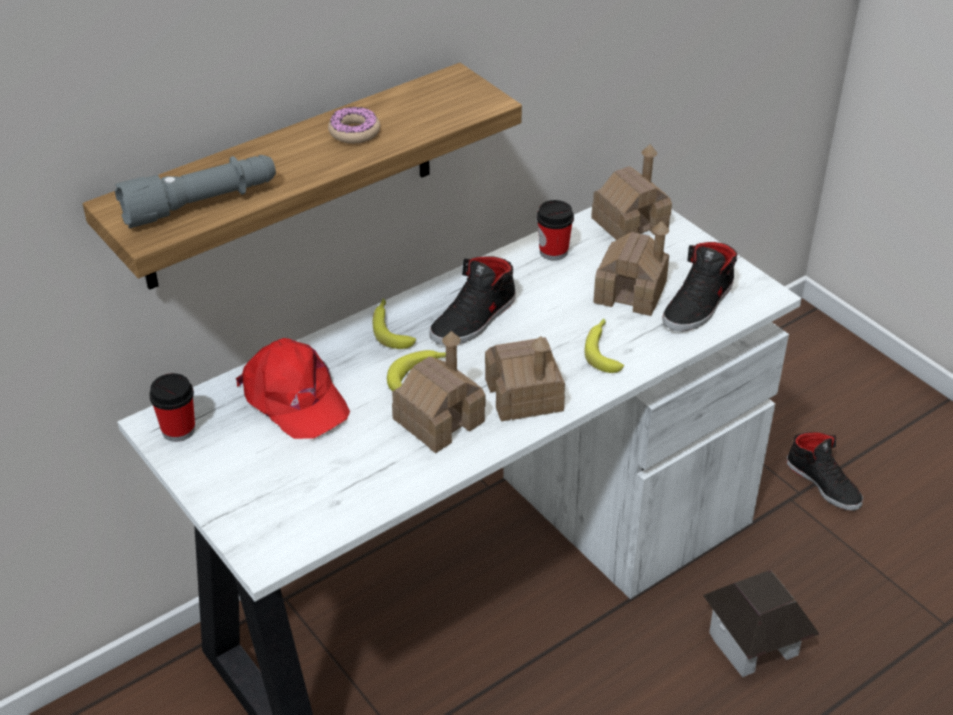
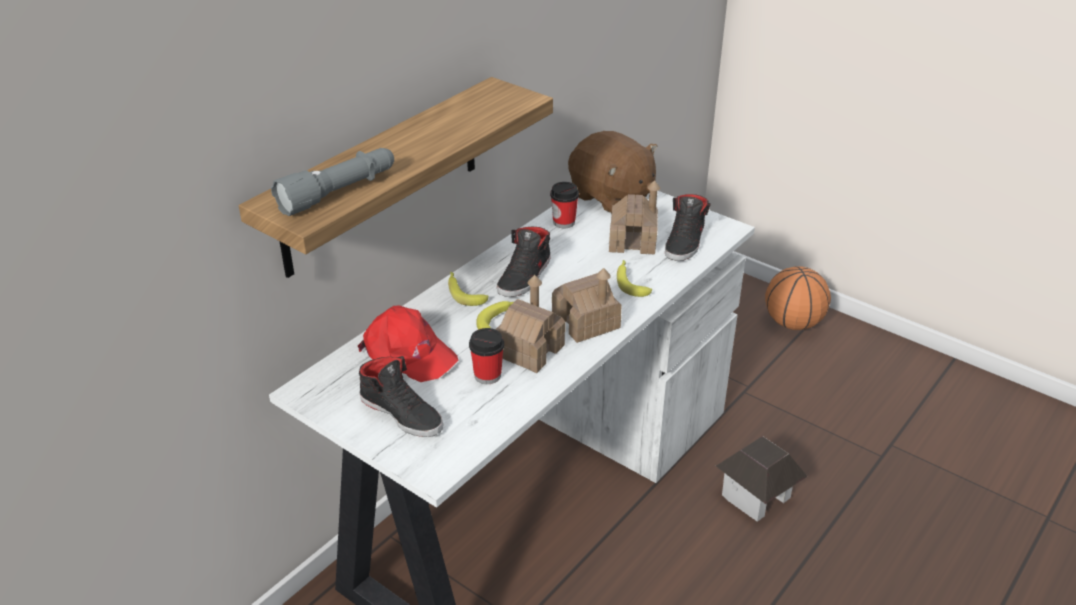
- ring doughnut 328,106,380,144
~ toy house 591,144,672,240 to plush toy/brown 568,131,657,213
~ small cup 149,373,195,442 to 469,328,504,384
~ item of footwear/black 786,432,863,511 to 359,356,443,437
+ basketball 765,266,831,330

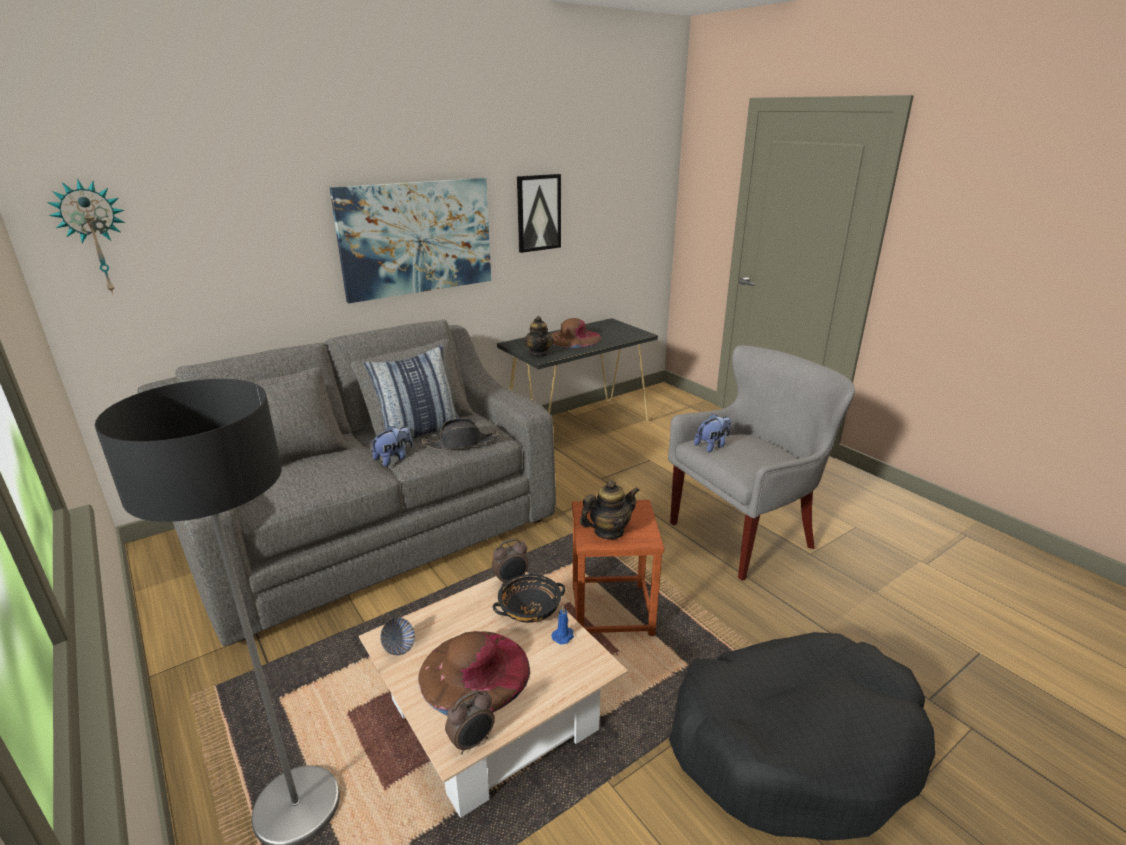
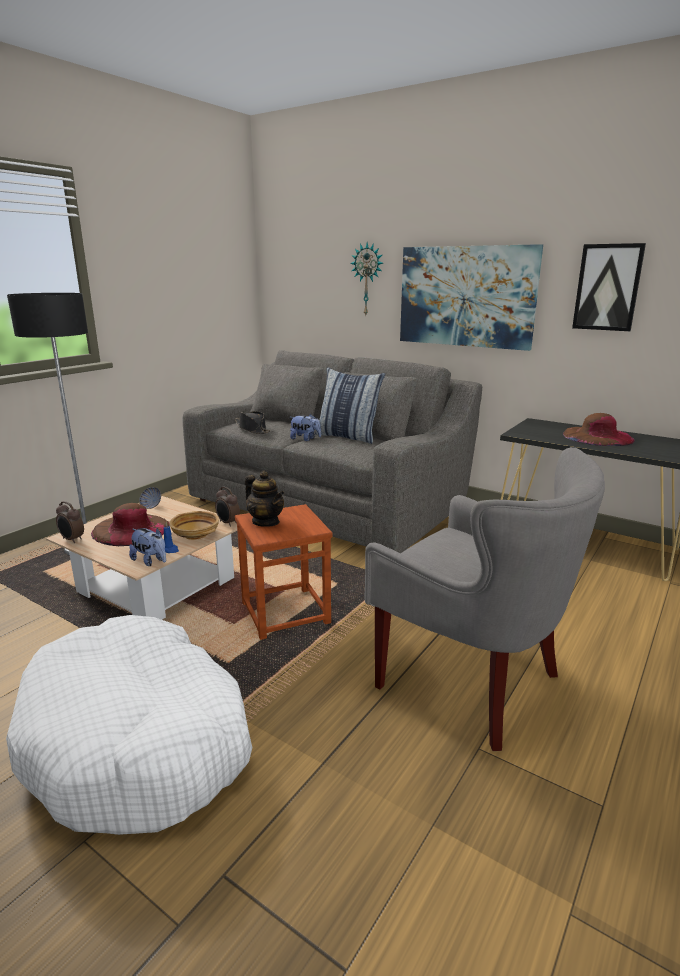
~ clock on the wall 47,179,126,295 to 351,243,383,315
- pot for tea 524,316,554,357
~ plush toy 694,414,731,453 to 129,528,166,566
~ clothing hat/black 422,418,499,450 to 235,411,270,434
~ bowl/black 493,574,565,623 to bowl/beige-coloured 169,511,219,540
~ dog bed/black 669,632,936,841 to dog bed/white-coloured 6,615,252,835

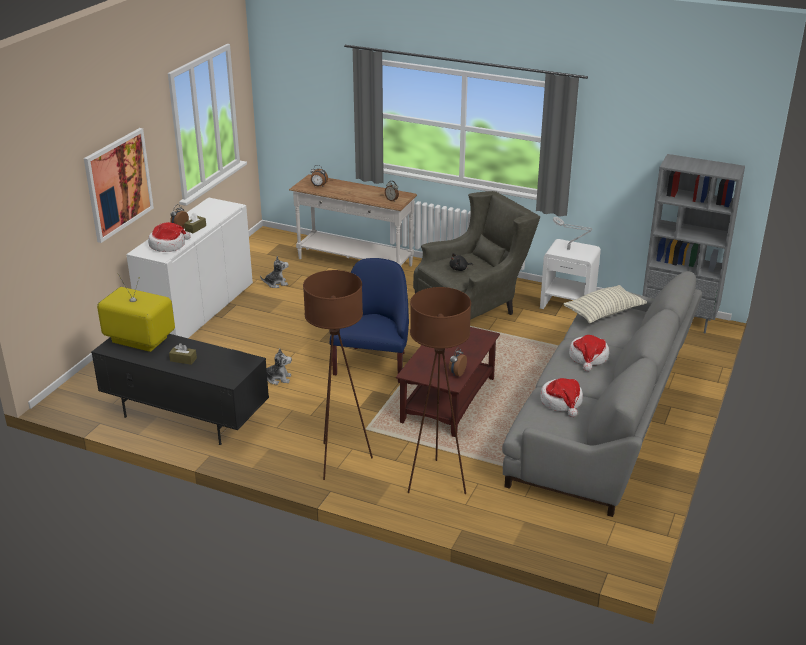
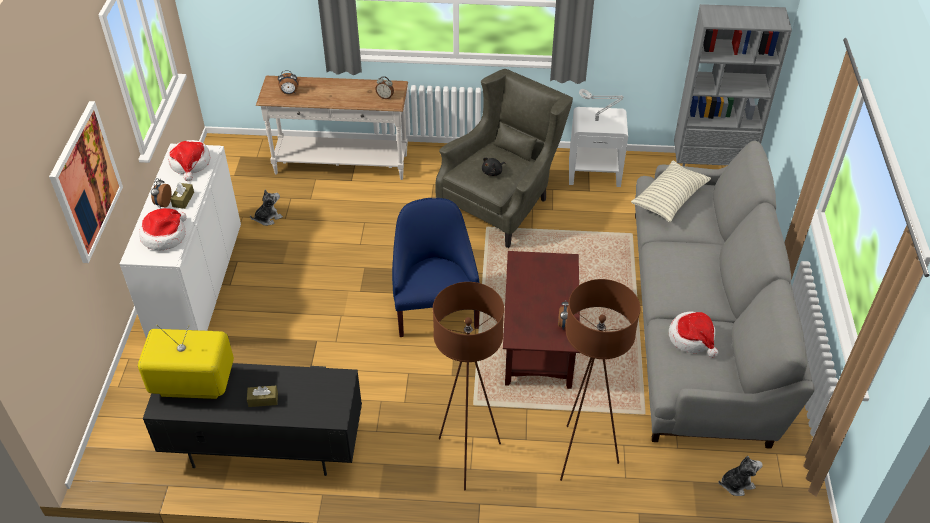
~ clothing hat 569,335,609,371 to 168,140,210,181
~ plush toy 266,349,292,385 to 718,456,763,496

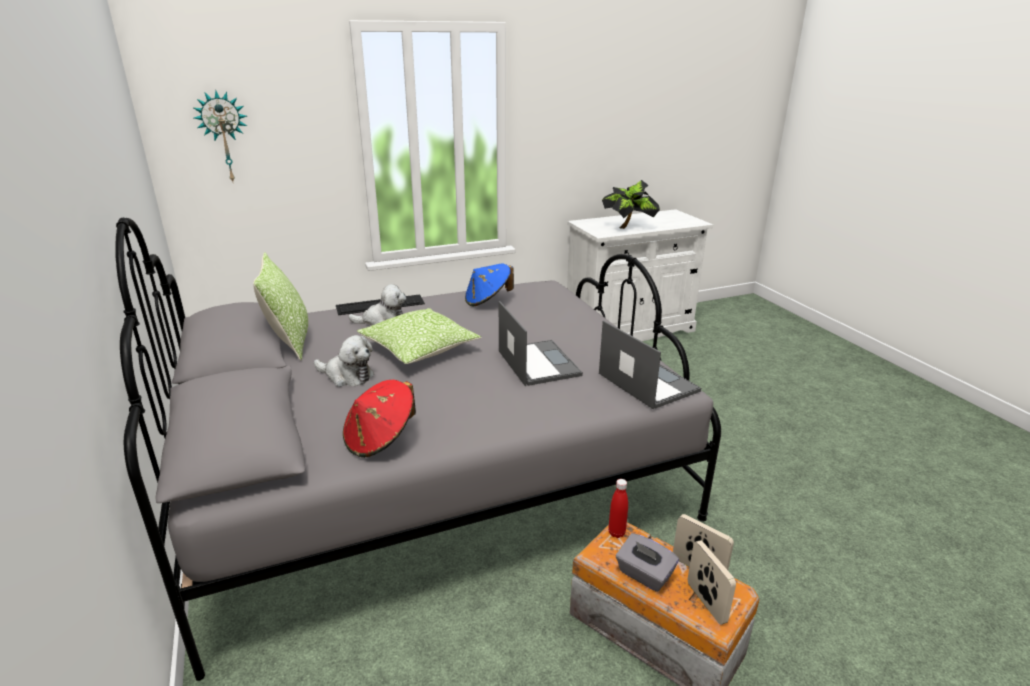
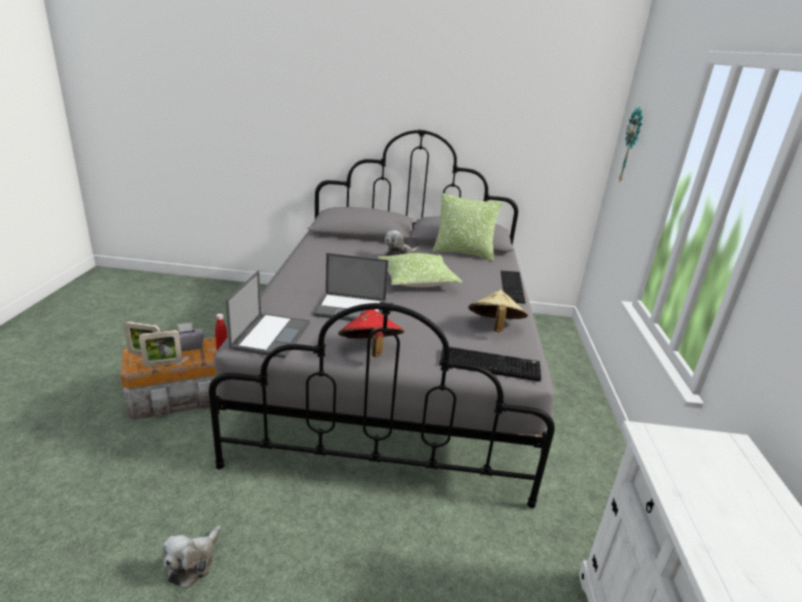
- plant in a pot 602,180,660,229
~ clothing hat/blue-coloured 465,264,514,307 to clothing hat/beige-coloured 468,289,528,332
~ plush toy 348,284,406,325 to 161,526,221,589
~ notebook computer 599,320,701,409 = 226,270,310,358 75 degrees counterclockwise
~ clothing hat/red-coloured 343,380,416,458 to 338,309,404,357
+ keyboard 439,347,541,382

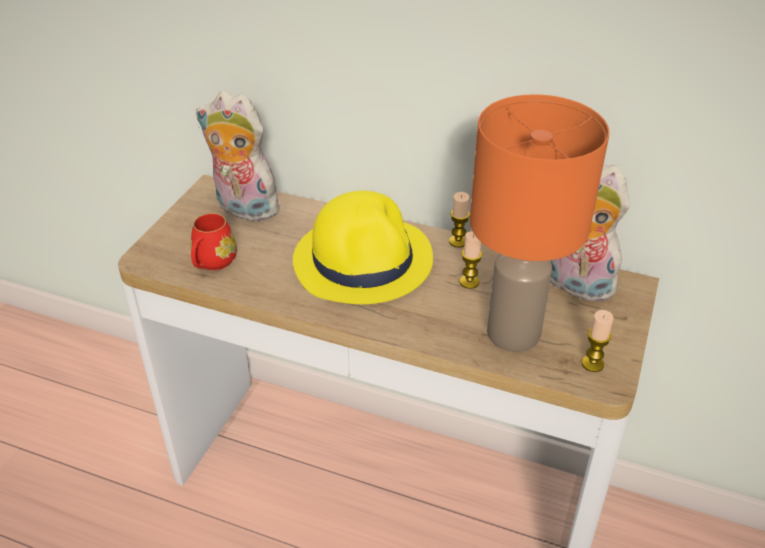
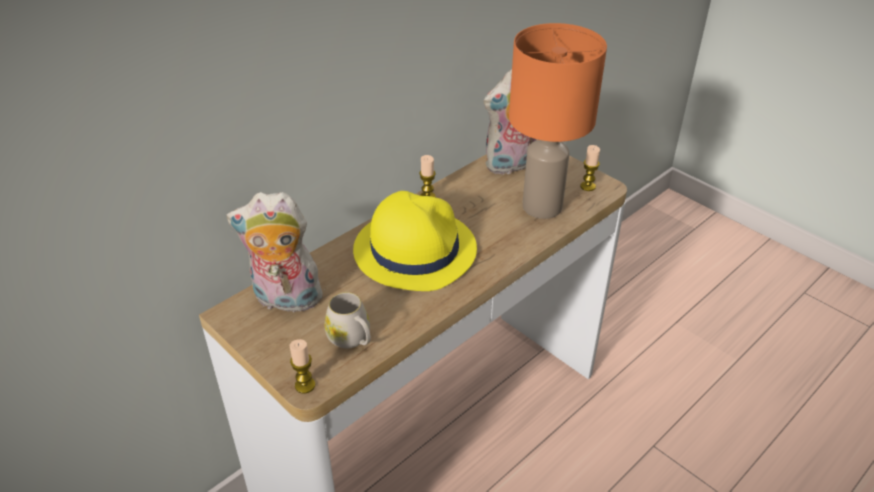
~ plush toy 196,91,282,221 = 227,192,325,314 45 degrees clockwise
~ coffee mug/red-coloured 191,213,237,270 to coffee mug/white-coloured 325,292,371,349
~ wax light 459,231,482,289 to 290,339,315,394

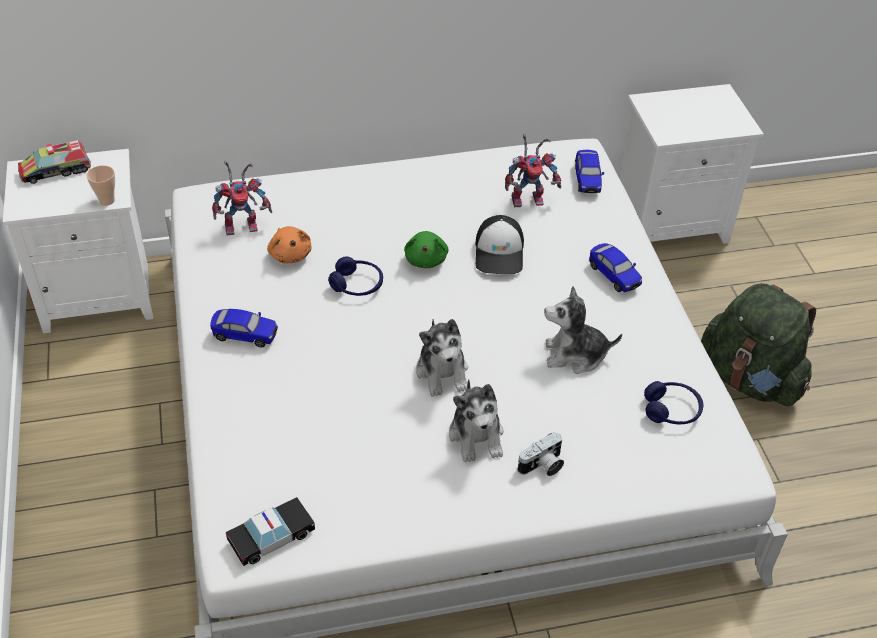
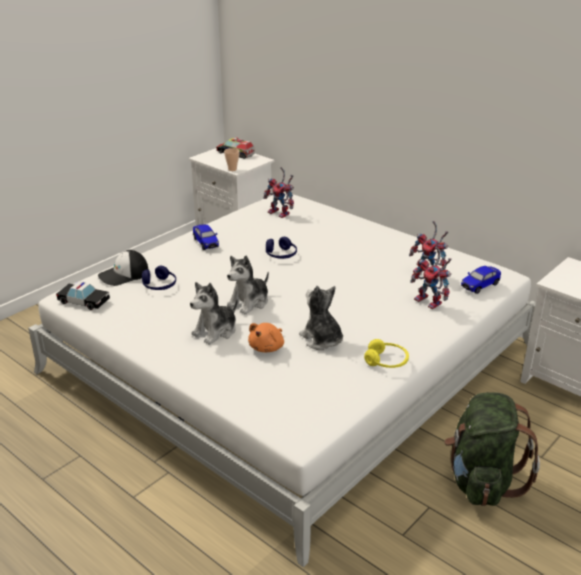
~ baseball cap 475,215,524,274 to 98,250,149,286
~ plush toy/orangey 267,226,311,263 to 248,323,284,352
- plush toy/green 404,231,448,268
- miniature car 589,243,642,292
~ headphones/blue-coloured 644,381,703,424 to 142,266,176,290
- still camera 517,432,564,476
+ toy robot 410,246,452,309
+ headphones/yellow 364,339,409,368

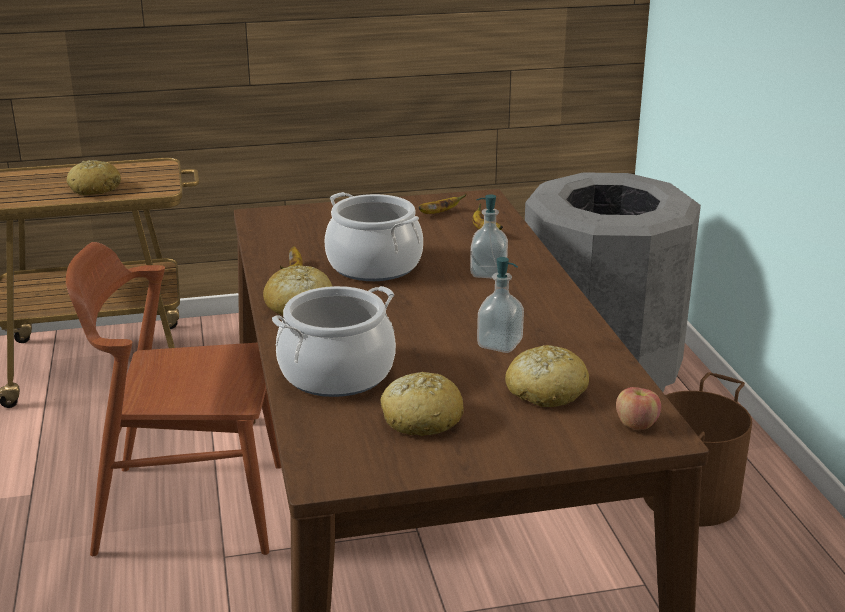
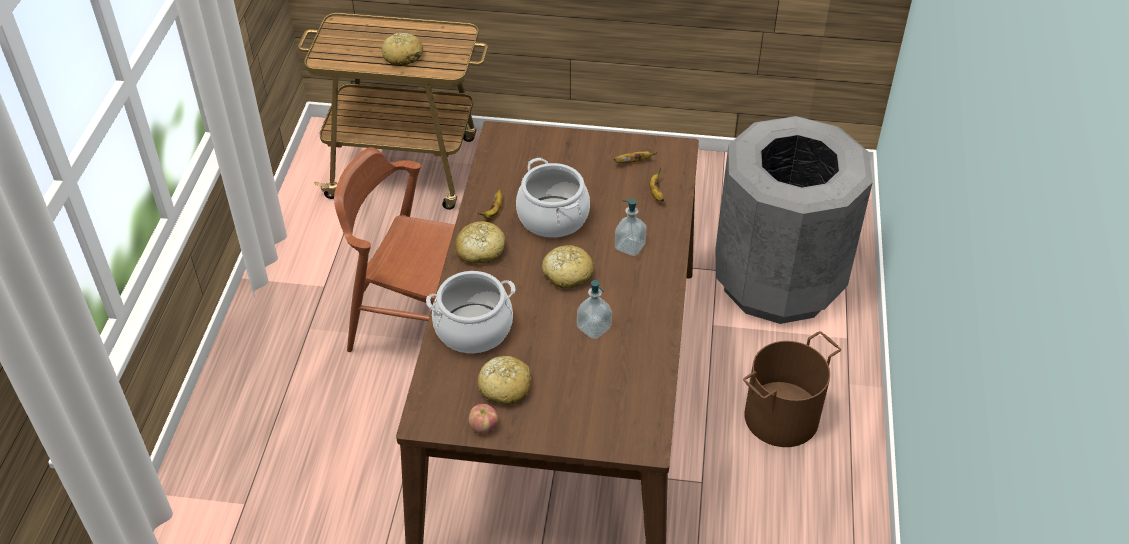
~ baked bread 505,345,589,407 to 542,245,594,289
~ apple fruit 616,387,661,430 to 469,404,498,434

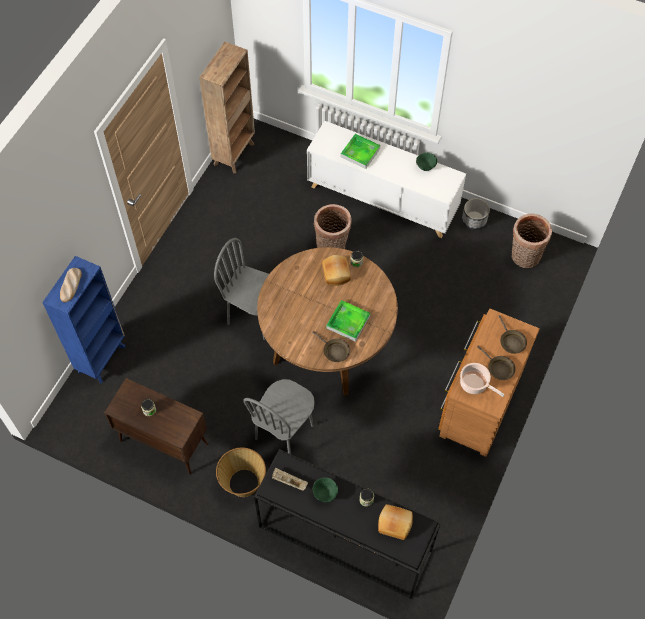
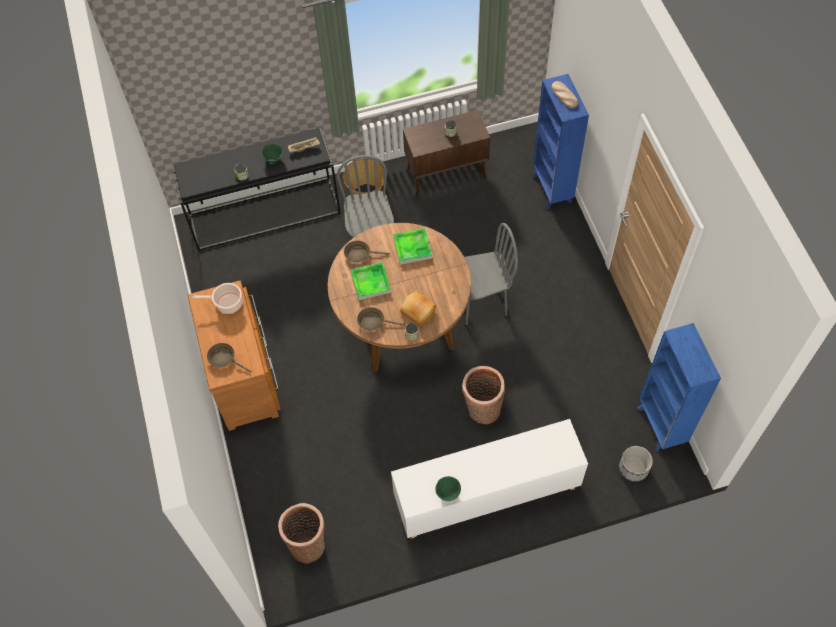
~ bookcase/brown 199,41,255,174 to bookcase/blue-coloured 637,323,721,452
~ carrying tray 340,134,380,169 to 393,228,432,265
~ flower pot 462,198,490,230 to 619,446,653,482
~ frying pan/brown 477,345,516,380 to 357,307,405,331
- baked bread 378,504,413,540

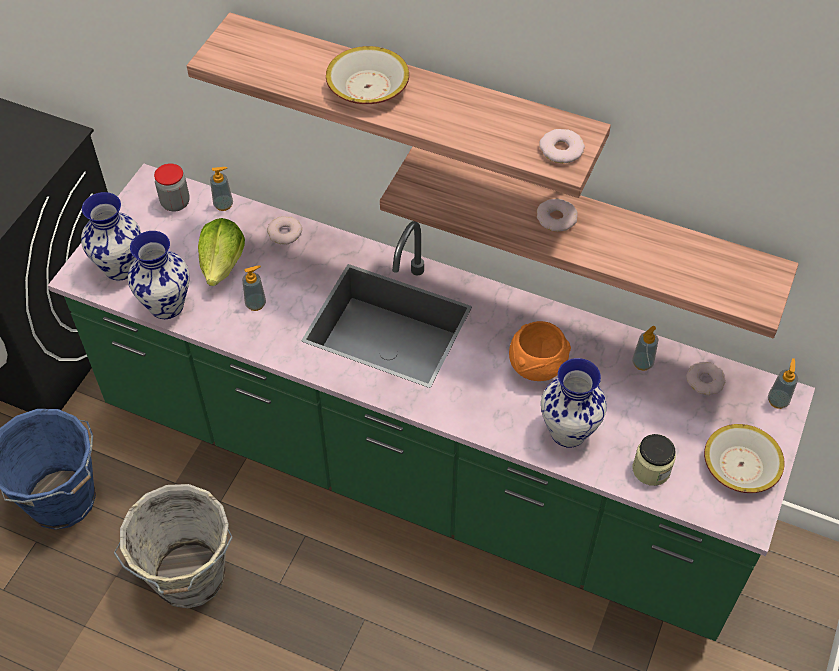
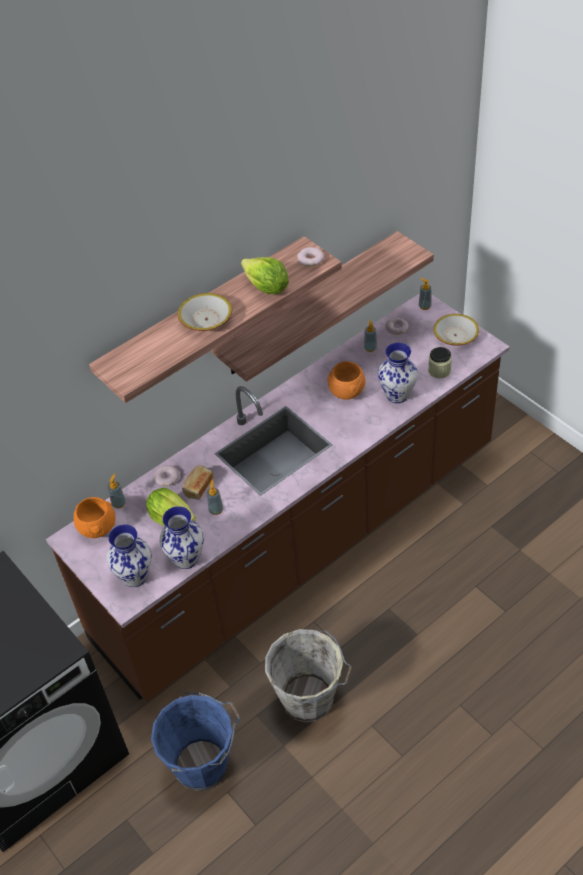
~ jar 154,163,190,212 to bowl/orangey 74,497,115,538
~ kitchen counter/green 48,164,815,641 to kitchen counter/brown 46,293,510,702
- ring doughnut 537,199,578,232
+ lettuce 241,257,289,294
+ baked bread 182,465,214,500

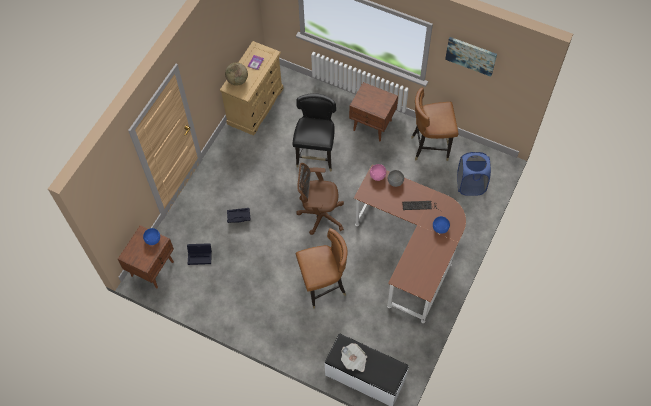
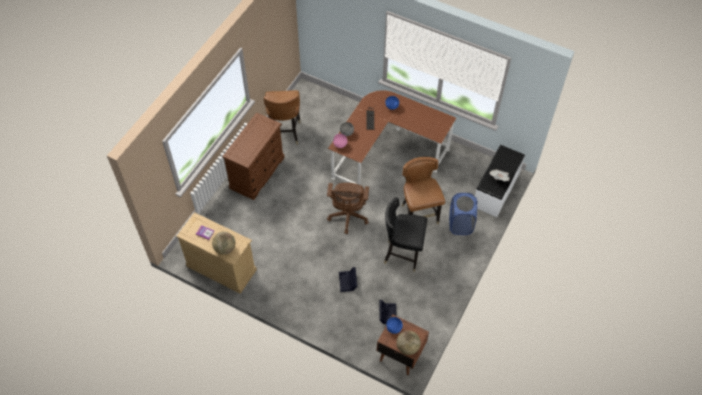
- wall art 445,37,497,77
~ nightstand/brown 349,82,398,141 to drawer chest/brown 222,112,285,200
~ upright chair/black 293,93,336,171 to 384,197,427,272
~ hamper/blue-coloured 457,152,491,196 to 449,193,478,235
+ desk globe 396,331,421,355

